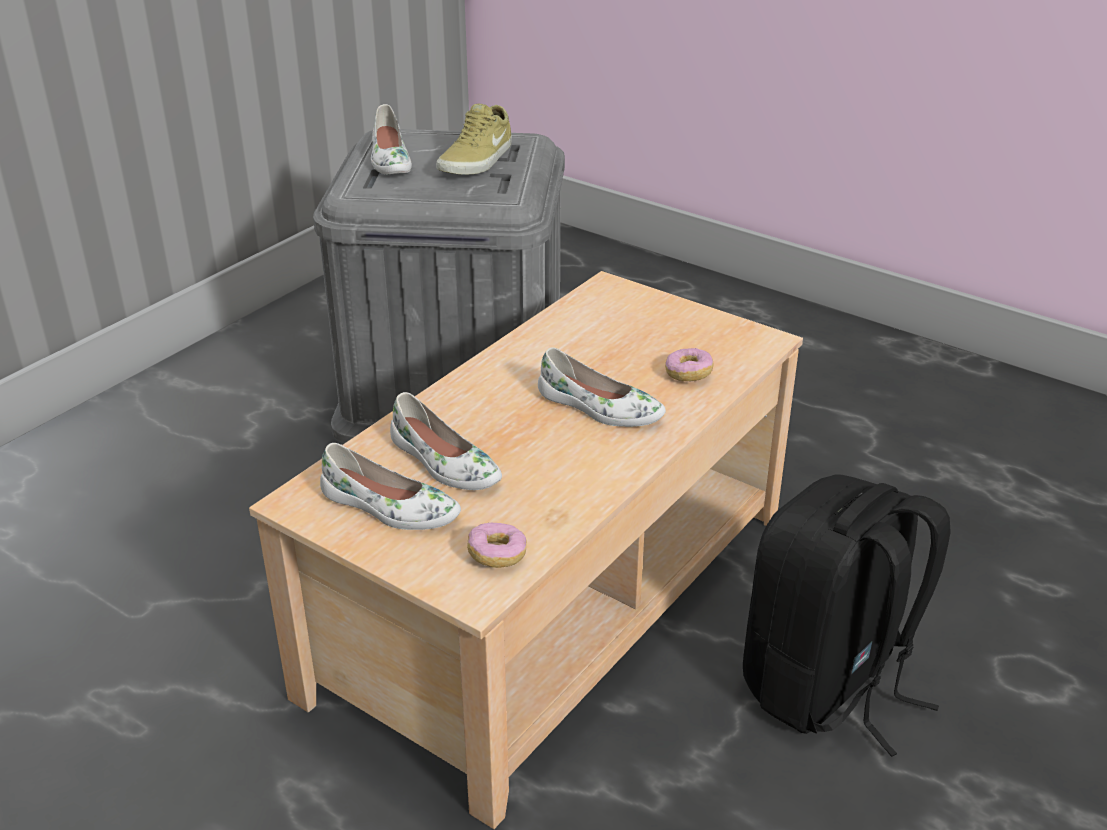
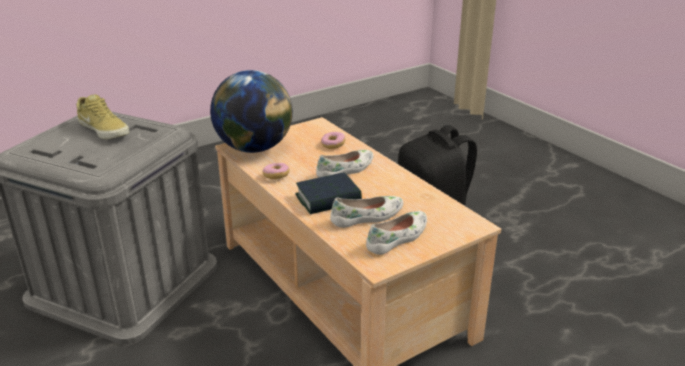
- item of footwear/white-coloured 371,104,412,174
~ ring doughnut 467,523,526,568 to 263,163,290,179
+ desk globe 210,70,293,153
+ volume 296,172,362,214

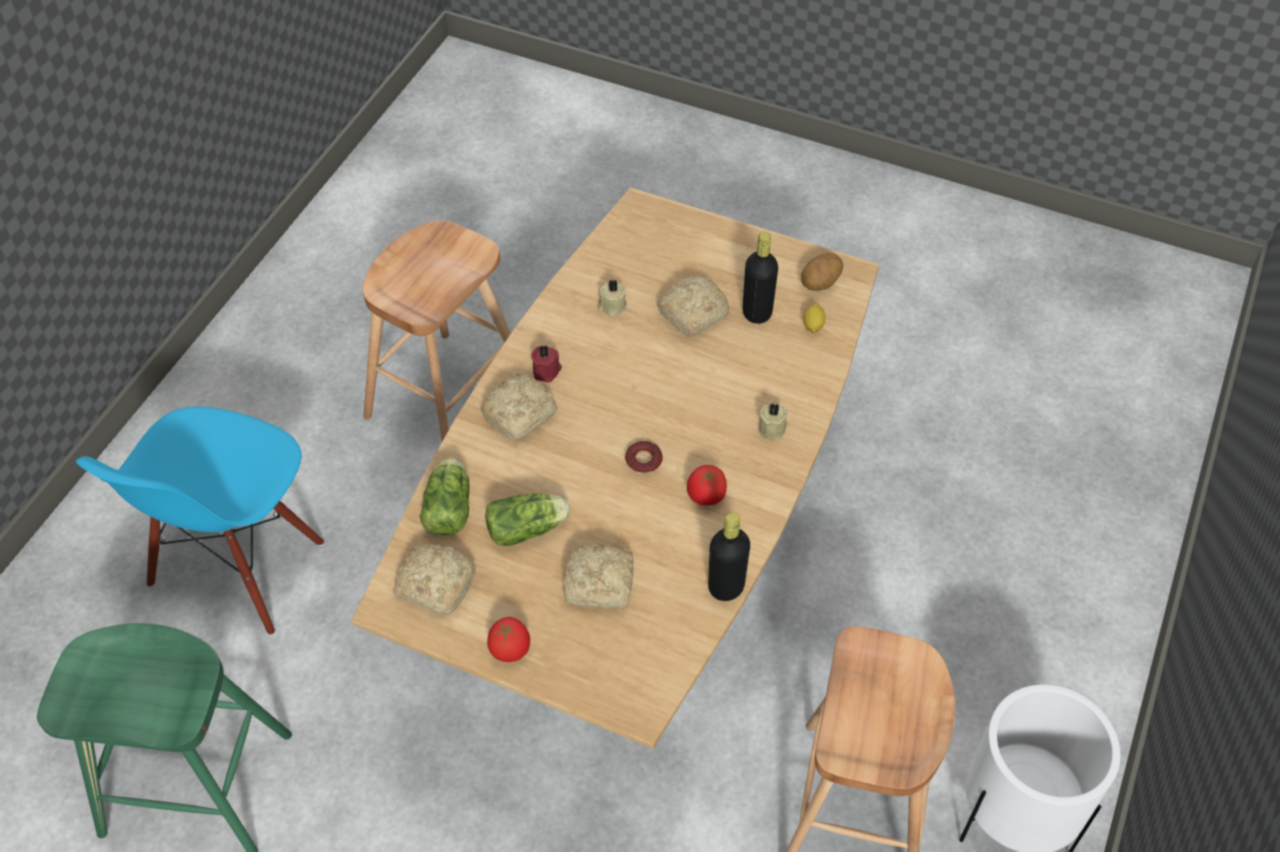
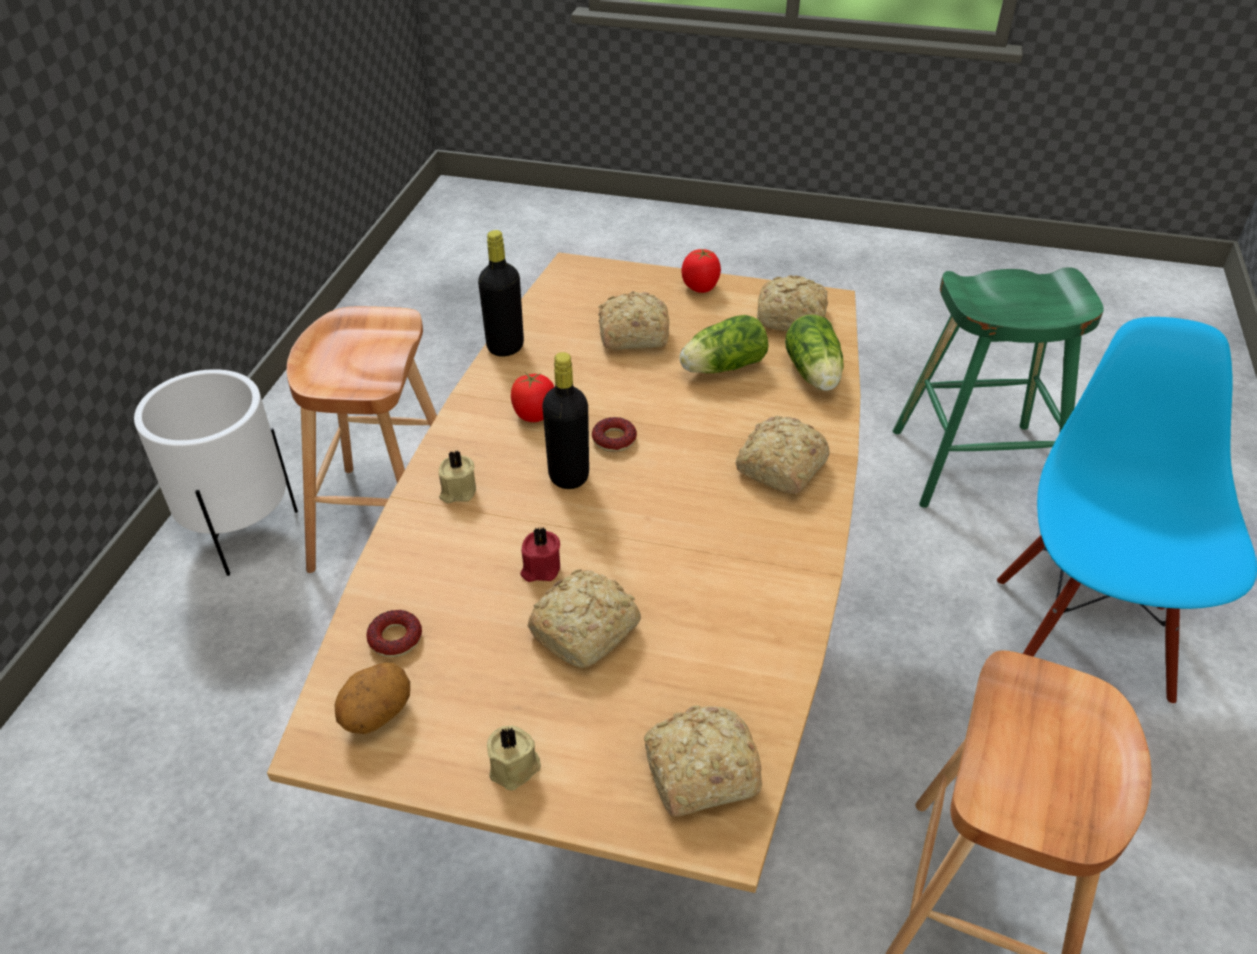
~ beverage bottle/black 743,232,778,324 to 542,352,589,489
~ wax light/beige-coloured 598,280,627,316 to 487,725,541,791
~ citrus fruit 804,303,825,334 to ring doughnut 366,610,422,657
~ wax light/red-coloured 531,345,562,382 to 520,527,560,582
+ baked bread 644,705,762,817

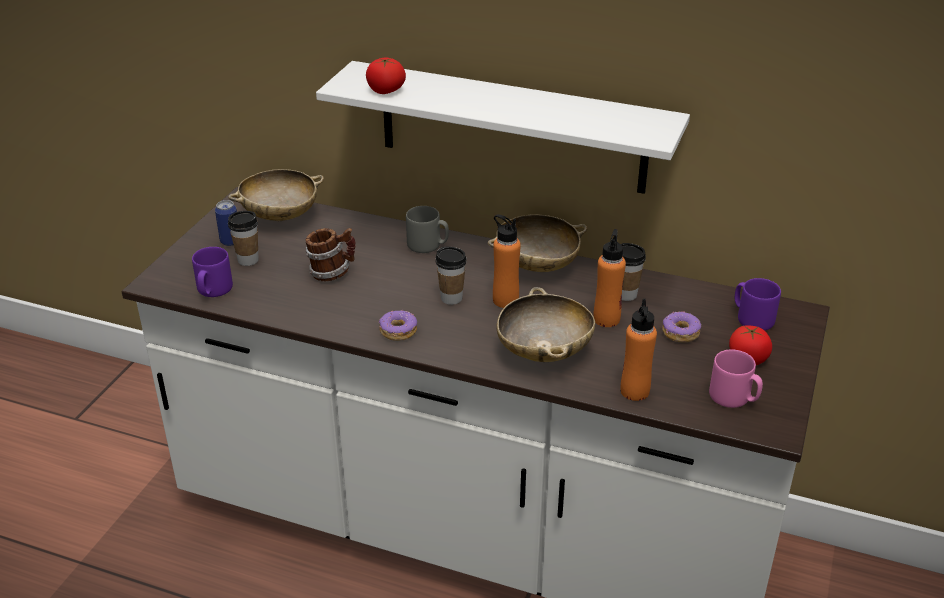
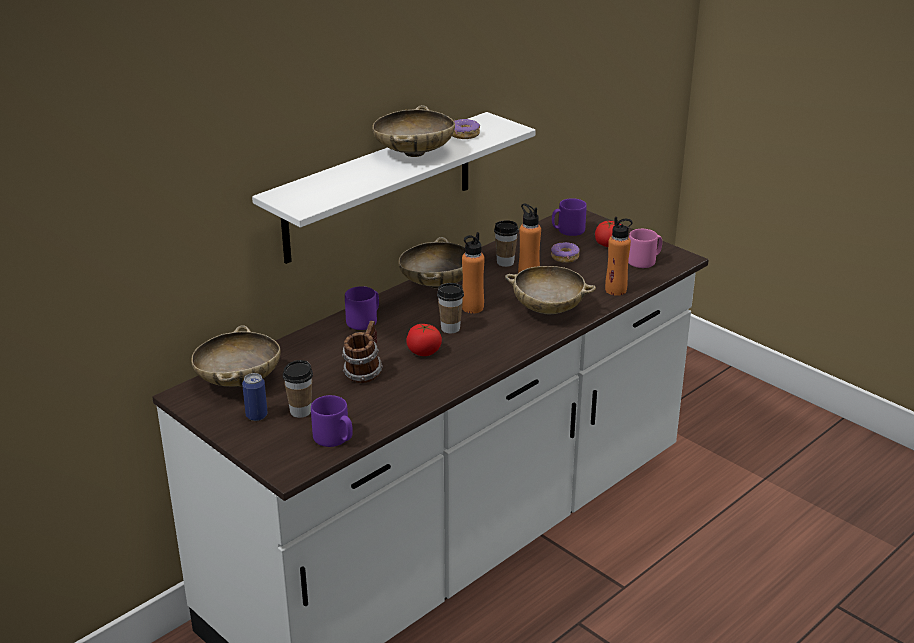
~ whole tomato 366,58,406,94 to 406,324,442,356
~ coffee mug/gray 406,206,449,253 to coffee mug/purple 345,286,379,330
~ ring doughnut 379,309,417,341 to 452,119,480,139
+ bowl/beige-coloured 372,105,455,157

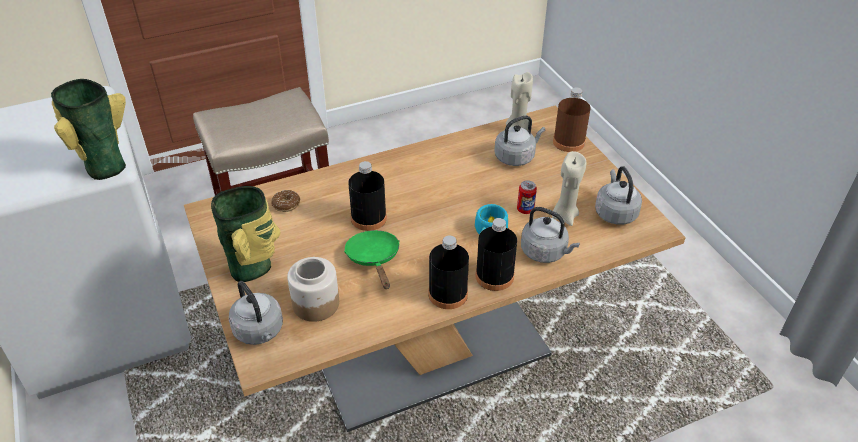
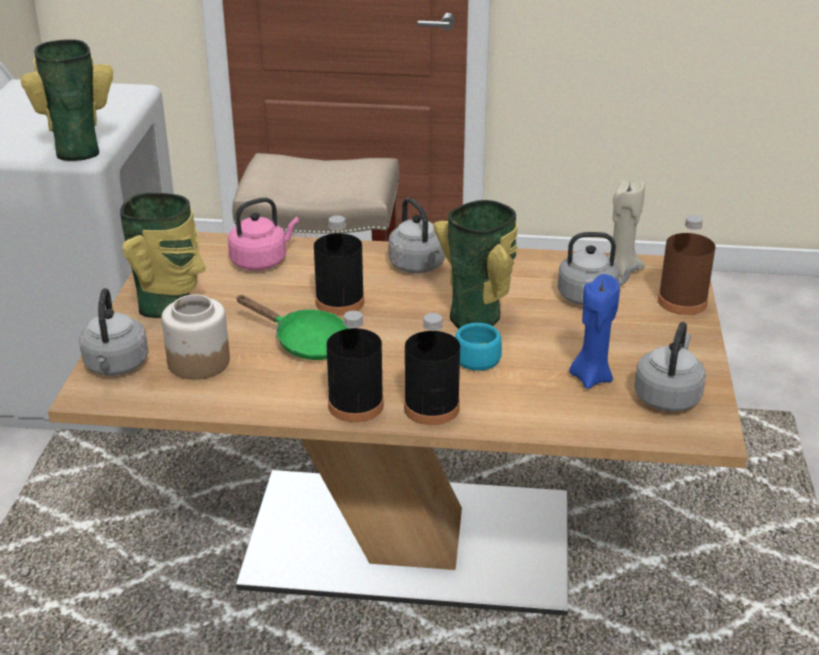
~ wax light/beige-coloured 552,151,586,226 to wax light/blue-coloured 569,274,620,389
- sealed can 517,180,537,214
~ ring doughnut 271,190,300,212 to kettle/pinkish 228,197,299,271
~ kettle/gray 521,207,580,263 to 388,198,446,273
~ frying pan/green 344,230,400,289 = 236,295,350,360 105 degrees clockwise
+ vase 433,200,518,329

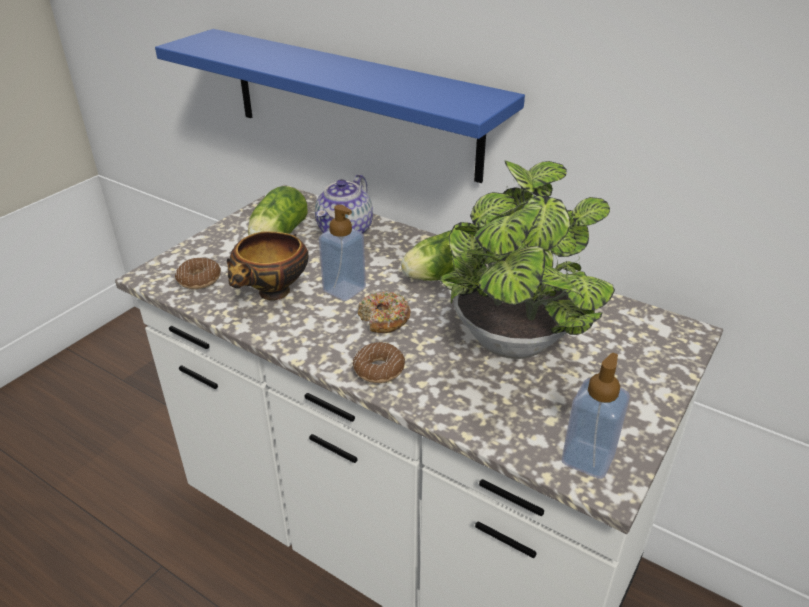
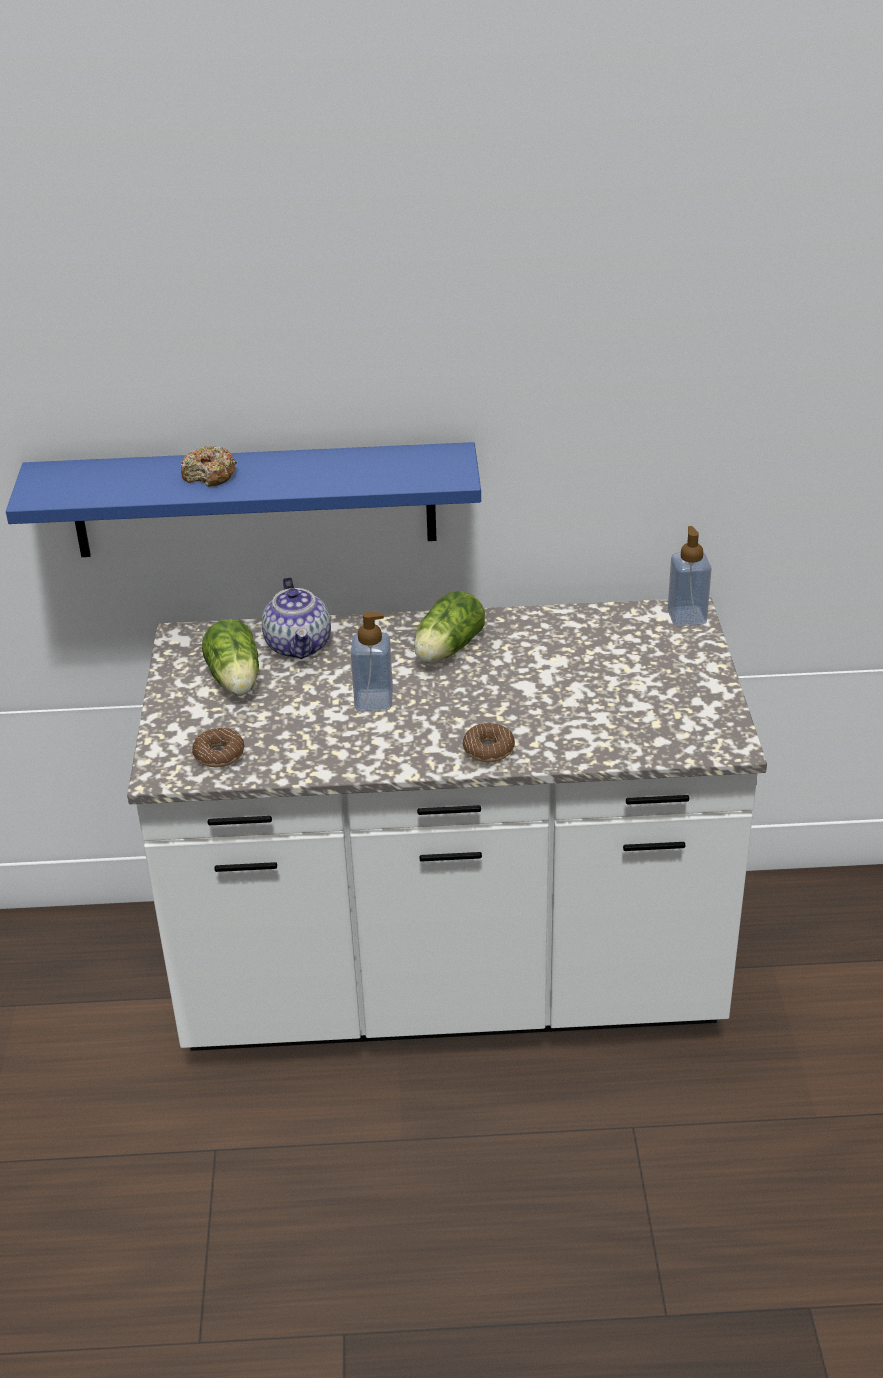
- plant in a pot 440,160,615,359
- bowl 227,231,309,300
~ ring doughnut 358,291,411,333 to 181,446,237,487
~ soap bottle 562,353,630,479 to 668,526,712,626

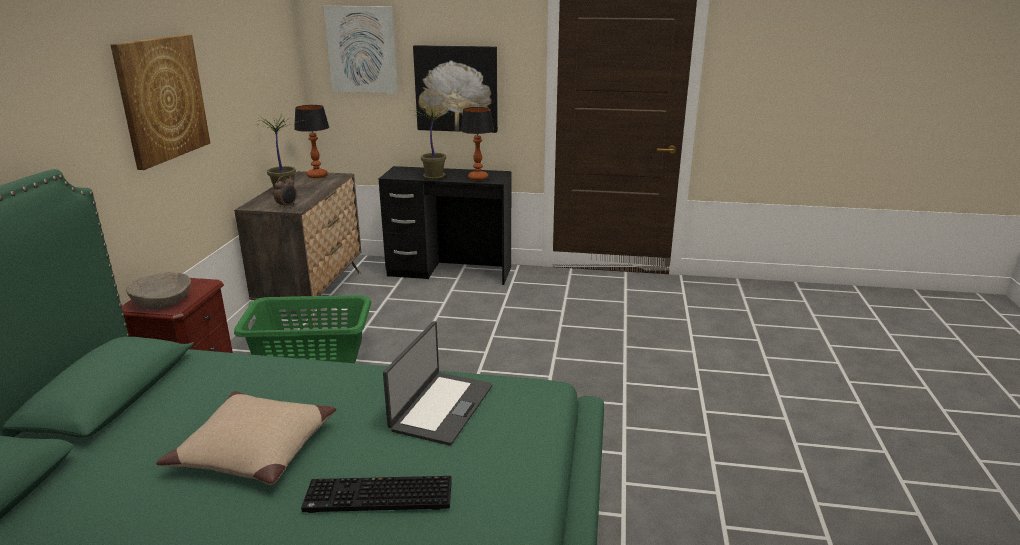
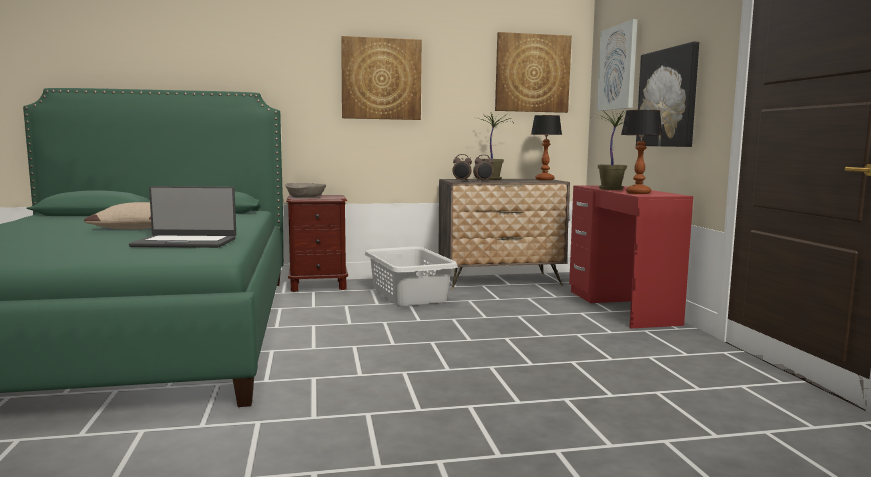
~ desk/black 378,166,511,285 to desk/red-coloured 569,185,693,328
~ hamper/green 234,295,371,363 to hamper/gray 365,247,458,306
- keyboard 301,476,452,513
+ wall art 495,32,572,113
+ alarm clock 473,155,493,182

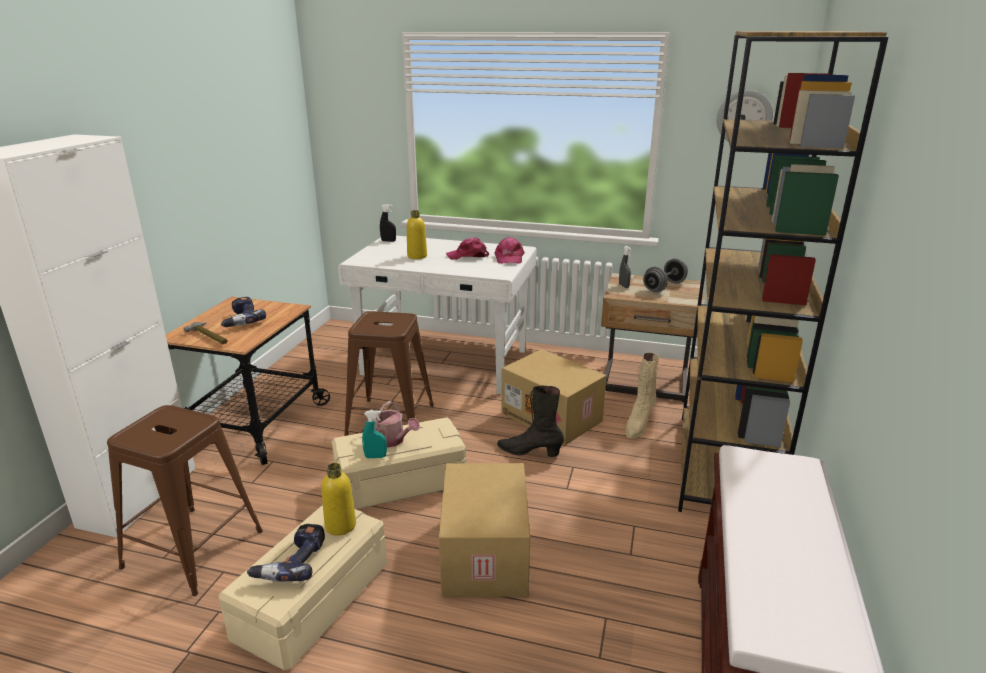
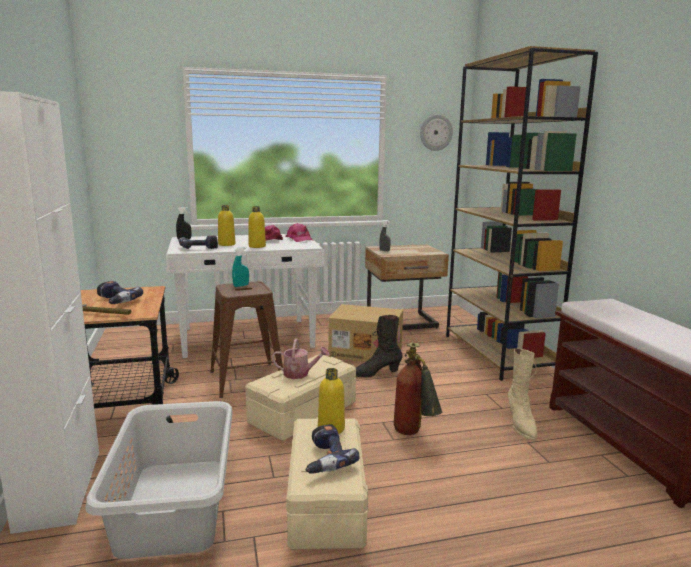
- dumbbell/gray 643,258,688,292
~ boot/beige-coloured 626,353,659,438 to 508,349,537,440
~ sitting stool/brown 107,405,263,596 to hamper/gray 85,401,233,559
~ spray bottle/turquoise-coloured 362,410,387,458 to 232,247,249,287
~ cardboard box 439,463,530,597 to extinguisher 394,342,442,435
+ beverage bottle/yellow 249,206,266,248
+ electric drill 178,235,218,249

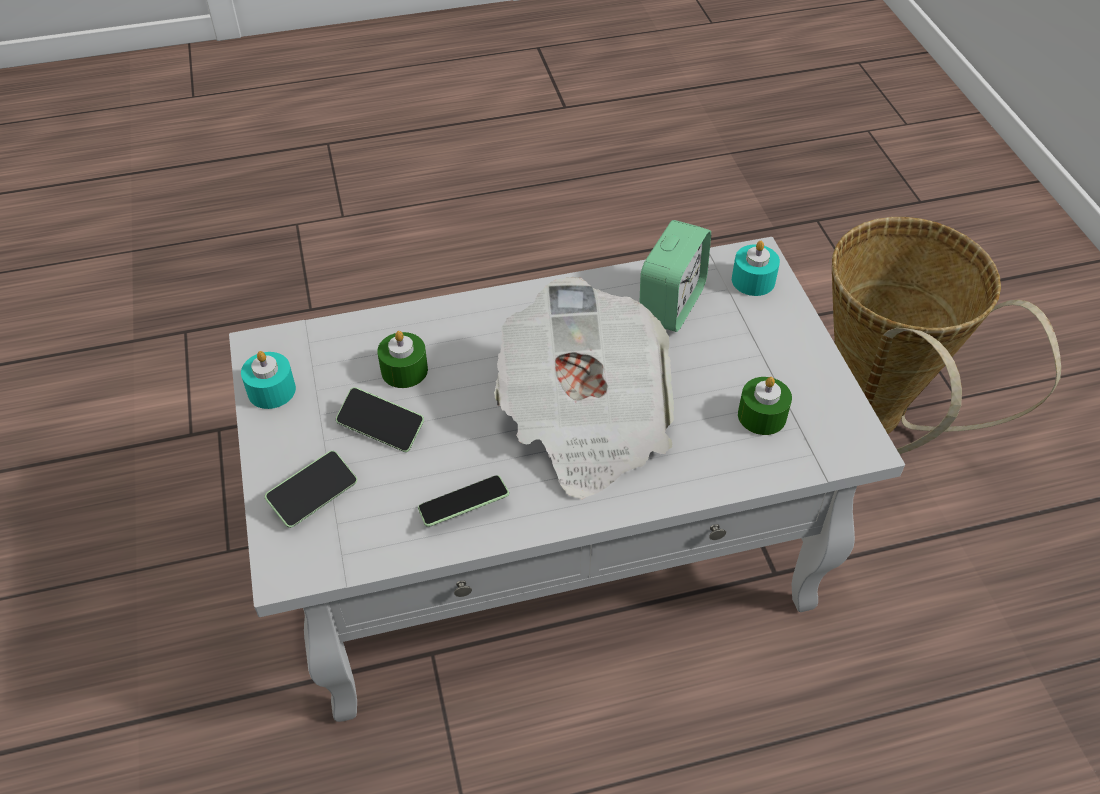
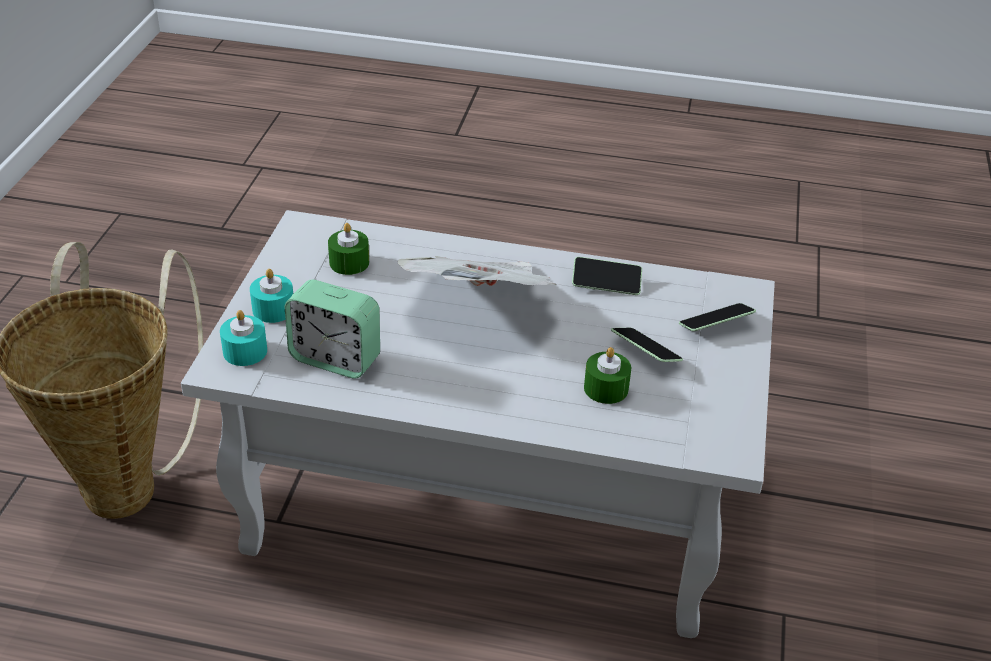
~ alarm clock 639,220,711,332 = 285,279,380,379 120 degrees counterclockwise
~ wax light/turquoise-coloured 241,351,296,409 to 250,269,293,323

